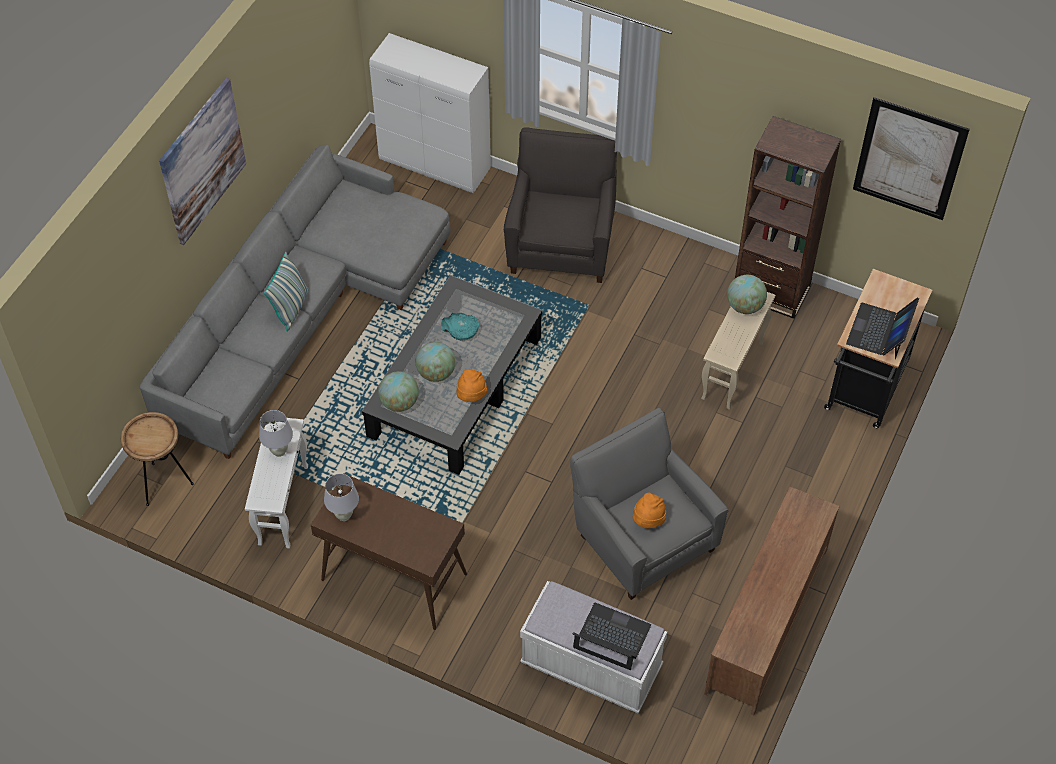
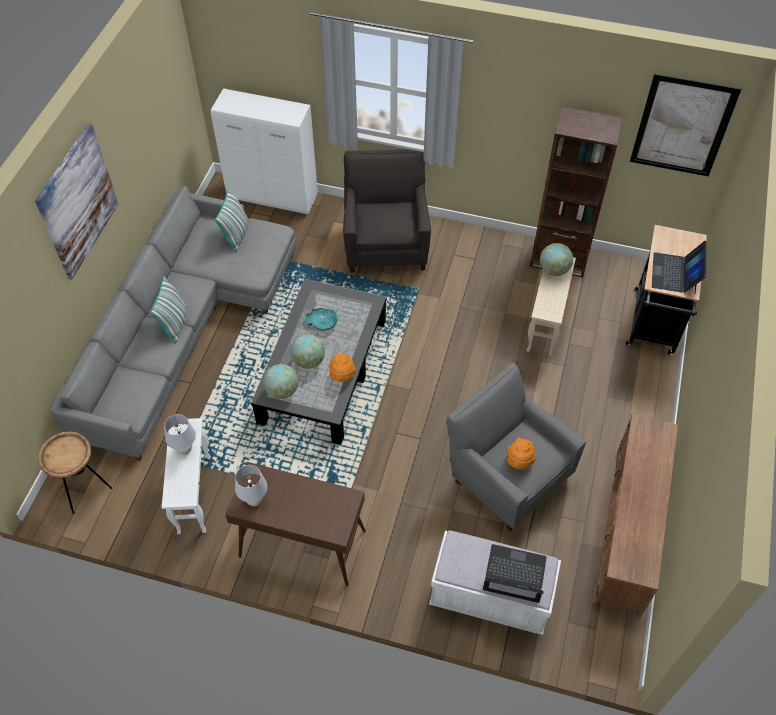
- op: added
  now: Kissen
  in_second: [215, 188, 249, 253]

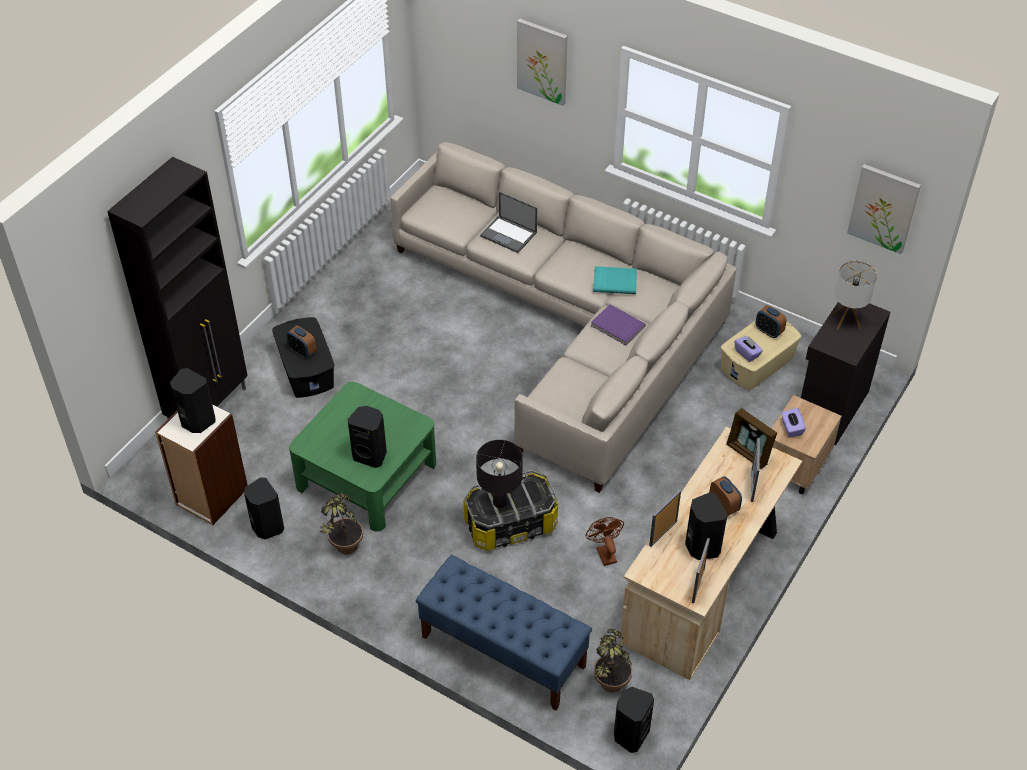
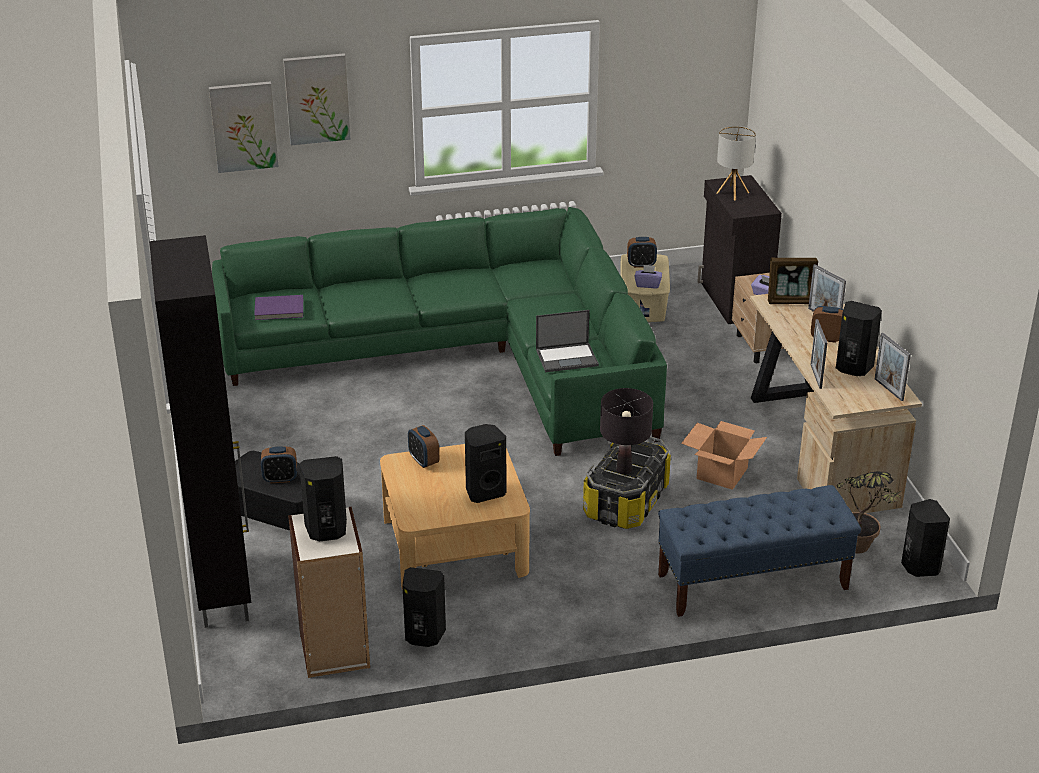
- op: recoloured
  was: Sofa (beige)
  now: Sofa (grün)
  in_first: [391, 142, 736, 493]
  in_second: [212, 207, 667, 456]
- op: moved
  was: Bild
  in_first: [847, 164, 921, 254]
  in_second: [209, 81, 279, 173]
- op: moved
  was: Laptop
  in_first: [480, 192, 537, 253]
  in_second: [536, 310, 599, 372]
- op: removed
  was: Buch (türkis)
  in_first: [593, 266, 637, 294]
- op: moved
  was: Buch (lila)
  in_first: [591, 304, 646, 345]
  in_second: [254, 295, 303, 320]
- op: recoloured
  was: Couchtisch (grün)
  now: Couchtisch (beige)
  in_first: [289, 382, 436, 532]
  in_second: [380, 444, 530, 590]
- op: removed
  was: Topfpflanze
  in_first: [320, 493, 363, 554]
- op: replaced
  was: Ventilator (braun)
  now: Karton
  in_first: [586, 517, 624, 566]
  in_second: [681, 421, 767, 490]
- op: added
  now: Wecker
  in_second: [408, 425, 439, 468]

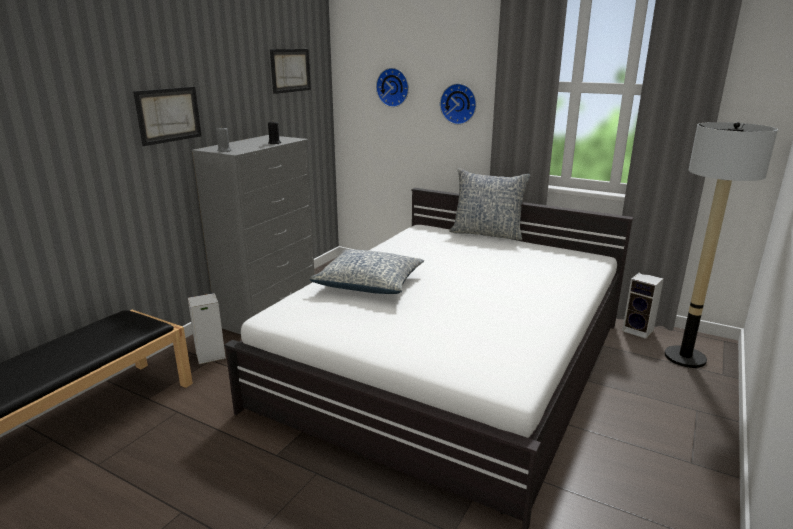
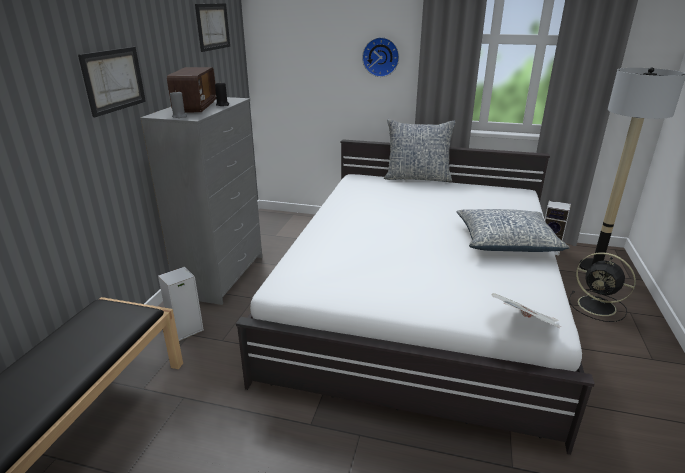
- op: removed
  was: Wanduhr
  in_first: [376, 68, 409, 107]
- op: moved
  was: Kissen
  in_first: [309, 250, 424, 294]
  in_second: [457, 209, 570, 252]
- op: added
  now: Radio
  in_second: [167, 67, 216, 112]
- op: added
  now: Ventilator (schwarz)
  in_second: [569, 252, 636, 322]
- op: added
  now: Zeitung
  in_second: [492, 293, 561, 328]

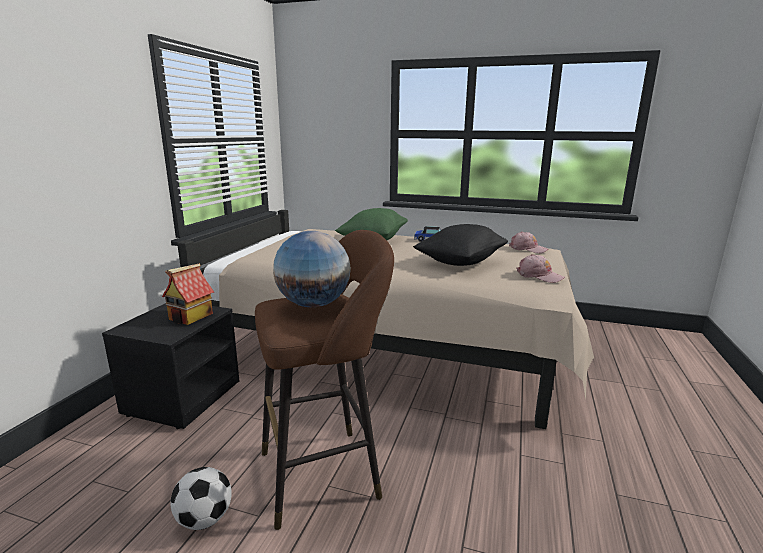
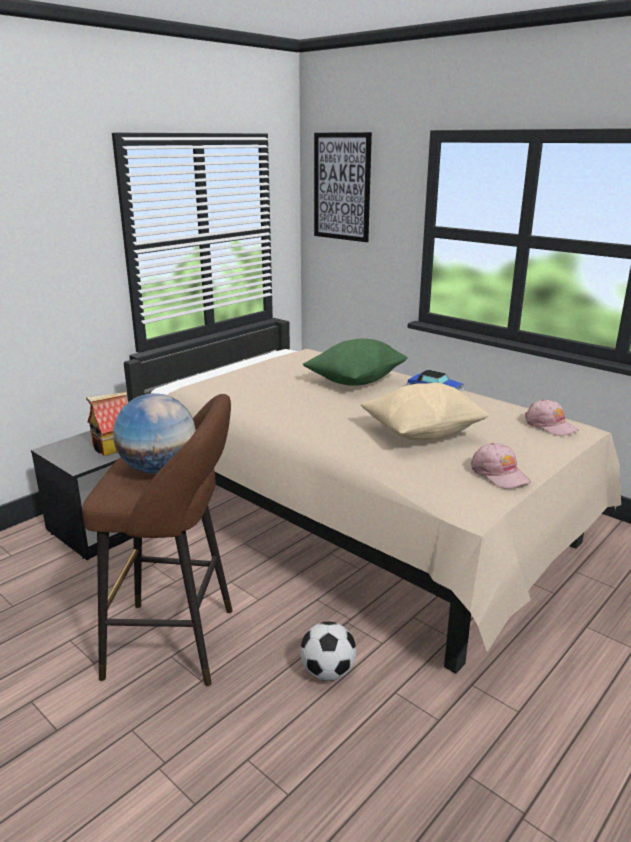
- op: recoloured
  was: Kissen (schwarz)
  now: Kissen (beige)
  in_first: [413, 224, 508, 266]
  in_second: [361, 383, 489, 441]
- op: moved
  was: Fußball
  in_first: [170, 467, 232, 530]
  in_second: [300, 622, 356, 681]
- op: added
  now: Bild
  in_second: [314, 132, 372, 242]

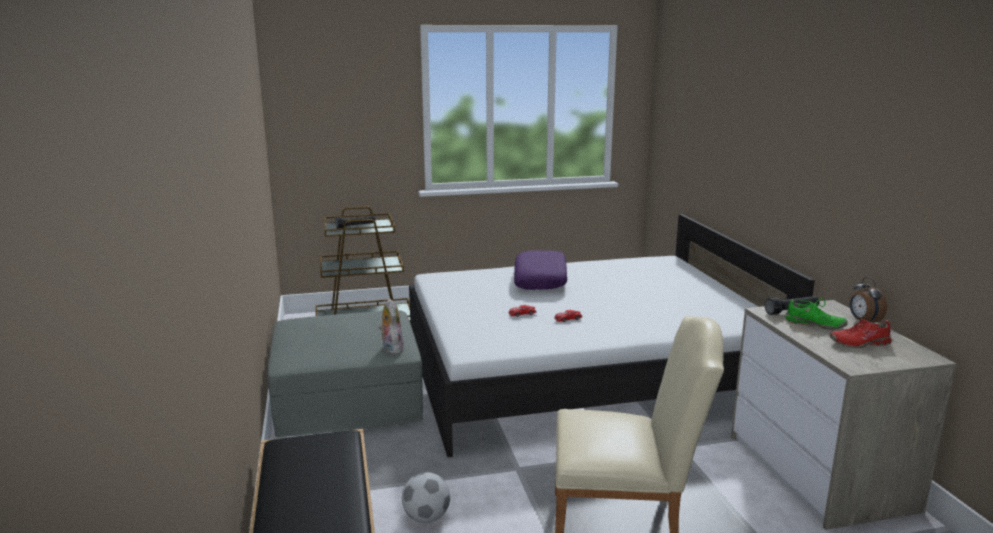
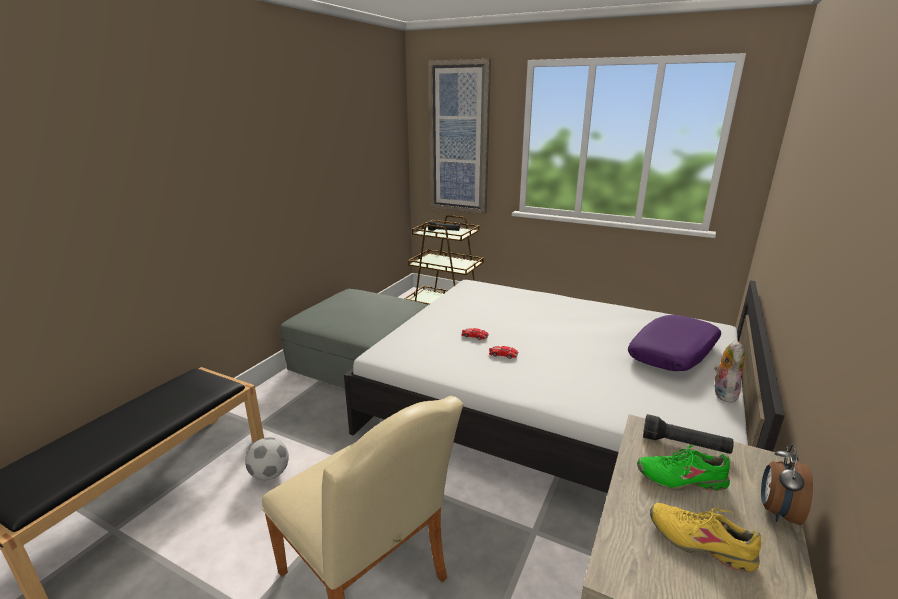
- op: moved
  was: Kissen (lila)
  in_first: [514, 250, 567, 290]
  in_second: [628, 315, 721, 371]
- op: moved
  was: Plüschtier
  in_first: [379, 298, 404, 354]
  in_second: [714, 340, 745, 403]
- op: turned
  was: Schuh (grün)
  in_first: [785, 298, 848, 329]
  in_second: [637, 445, 730, 491]
  clockwise: 120
- op: recoloured
  was: Schuh (rot)
  now: Schuh (gelb)
  in_first: [830, 319, 892, 348]
  in_second: [650, 503, 761, 572]
- op: added
  now: Bild
  in_second: [428, 59, 491, 214]

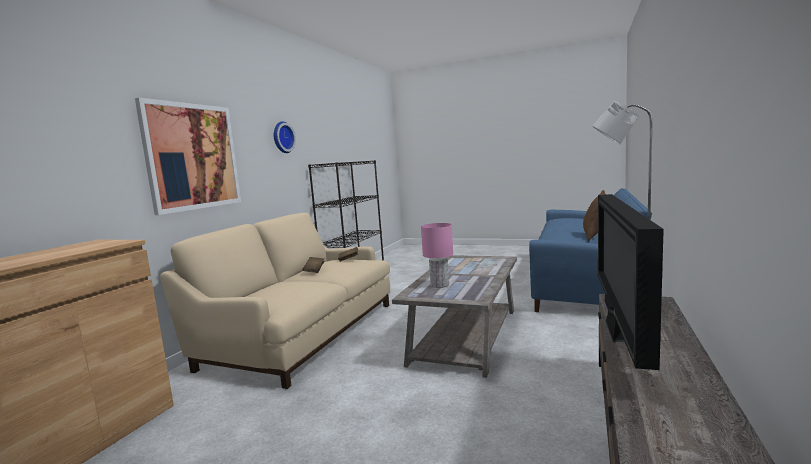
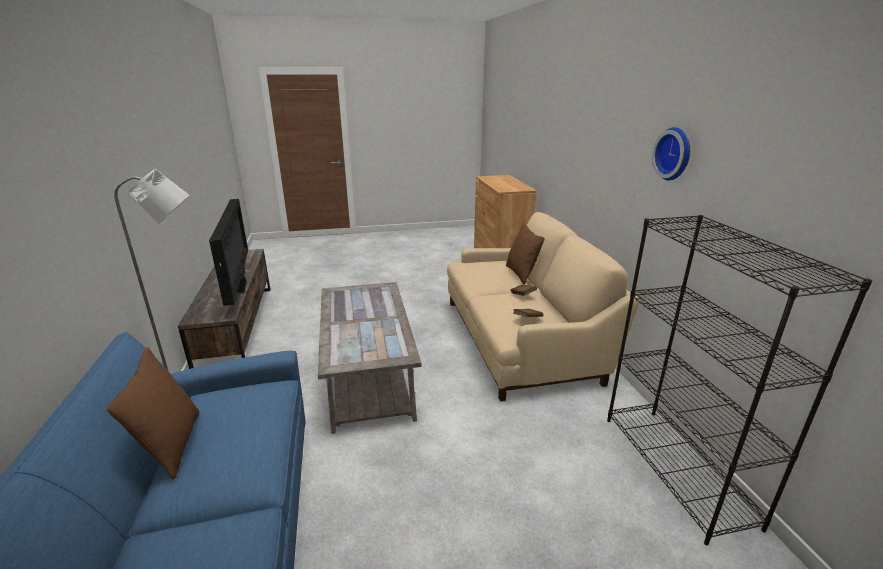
- op: removed
  was: Bild
  in_first: [135, 98, 241, 215]
- op: removed
  was: Tischlampe (rosa)
  in_first: [421, 223, 453, 288]
- op: added
  now: Kissen (braun)
  in_second: [506, 223, 545, 284]

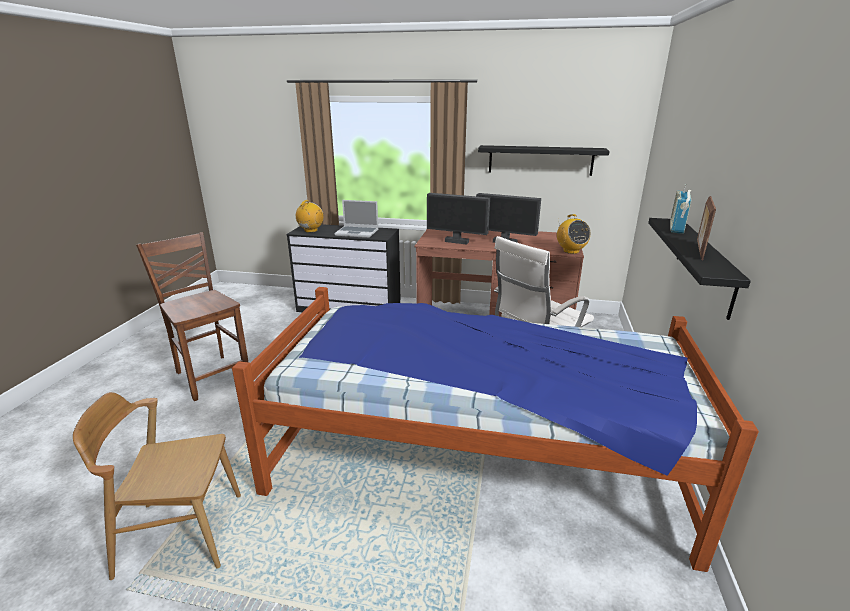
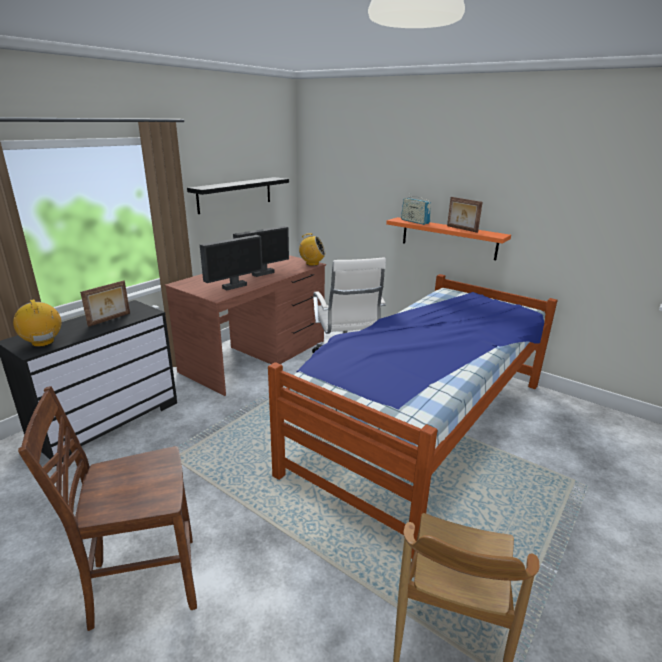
- op: replaced
  was: Laptop
  now: Bilderrahmen
  in_first: [334, 200, 378, 238]
  in_second: [80, 281, 130, 327]
- op: recoloured
  was: Wandregal (schwarz)
  now: Wandregal (orange)
  in_first: [648, 218, 751, 320]
  in_second: [386, 217, 511, 260]

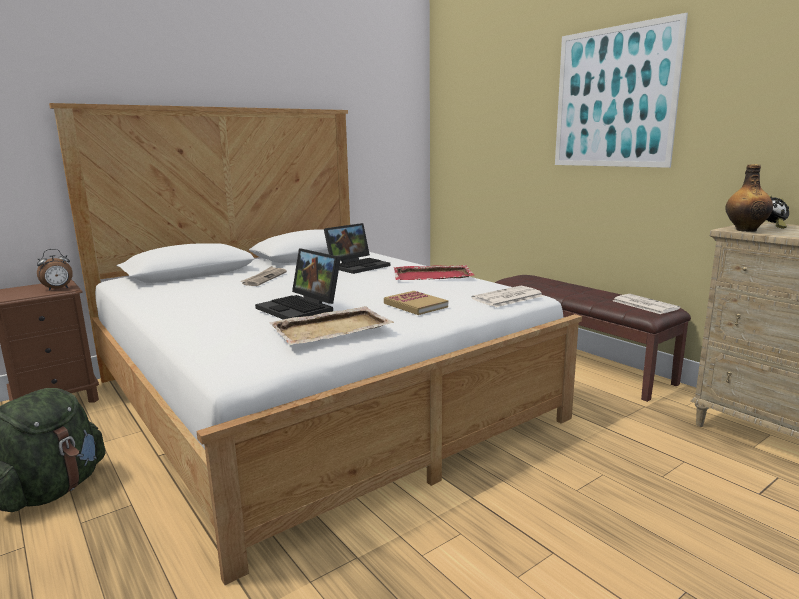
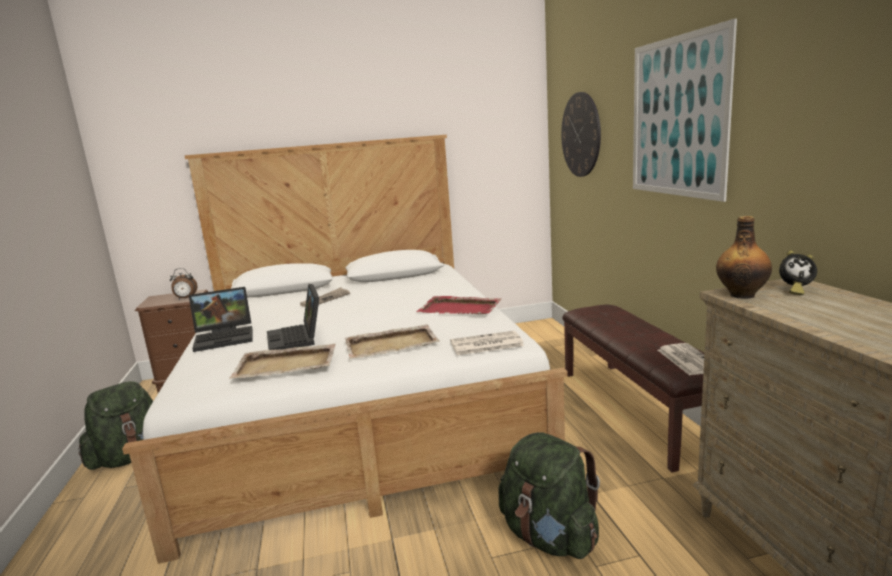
- op: moved
  was: Laptop
  in_first: [324, 223, 390, 274]
  in_second: [189, 287, 253, 352]
- op: replaced
  was: Buch
  now: Tablett (beige)
  in_first: [384, 291, 448, 315]
  in_second: [345, 324, 440, 359]
- op: added
  now: Wanduhr
  in_second: [561, 92, 601, 177]
- op: added
  now: Rucksack (grün)
  in_second: [498, 432, 600, 559]

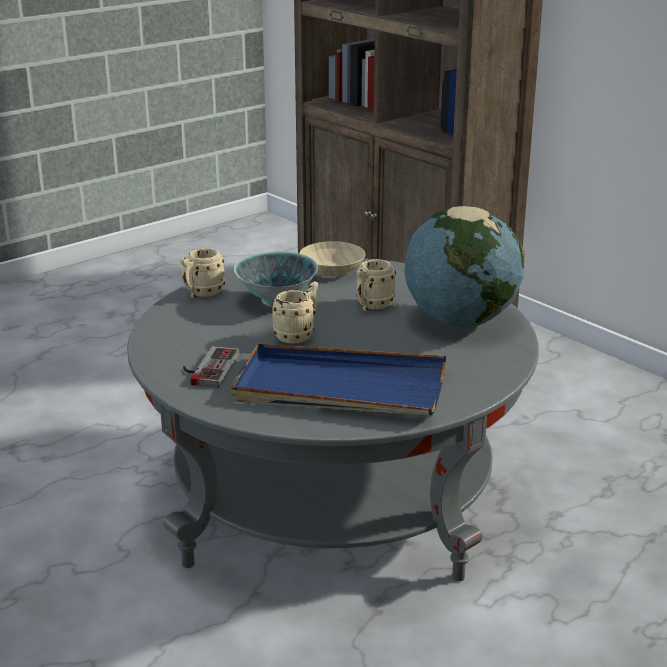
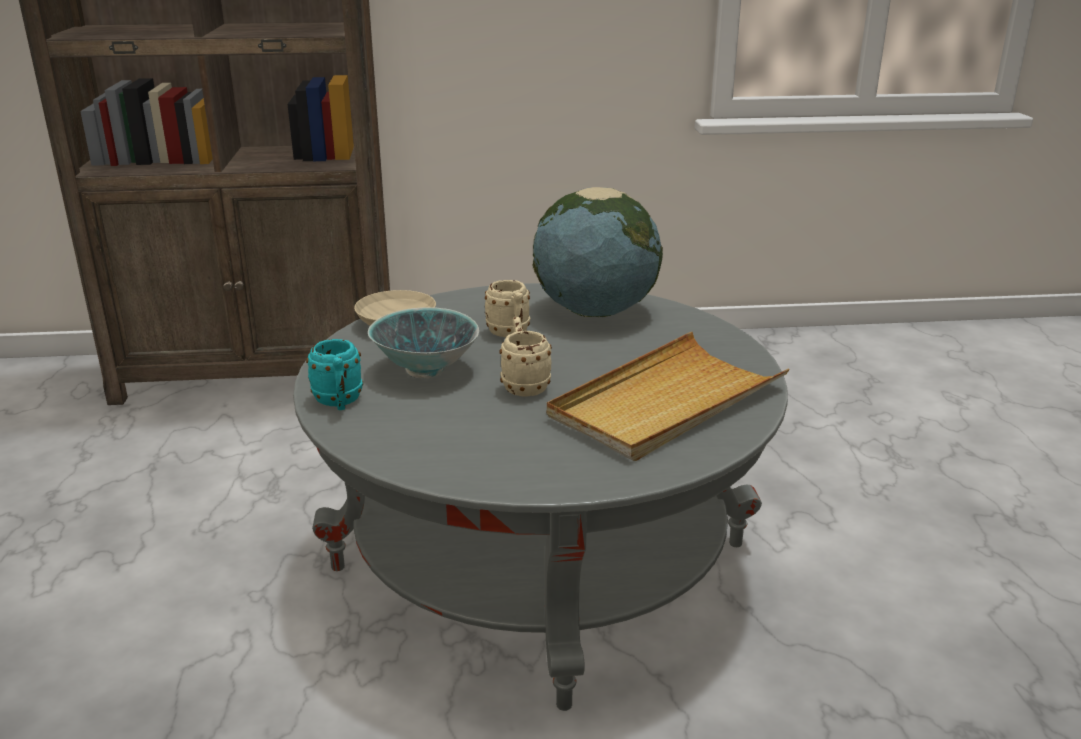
- op: recoloured
  was: Henkelbecher (beige)
  now: Henkelbecher (türkis)
  in_first: [180, 248, 225, 298]
  in_second: [306, 339, 363, 410]
- op: recoloured
  was: Tablett (blau)
  now: Tablett (beige)
  in_first: [231, 344, 446, 415]
  in_second: [547, 332, 790, 461]
- op: removed
  was: Gamepad
  in_first: [183, 346, 239, 388]

